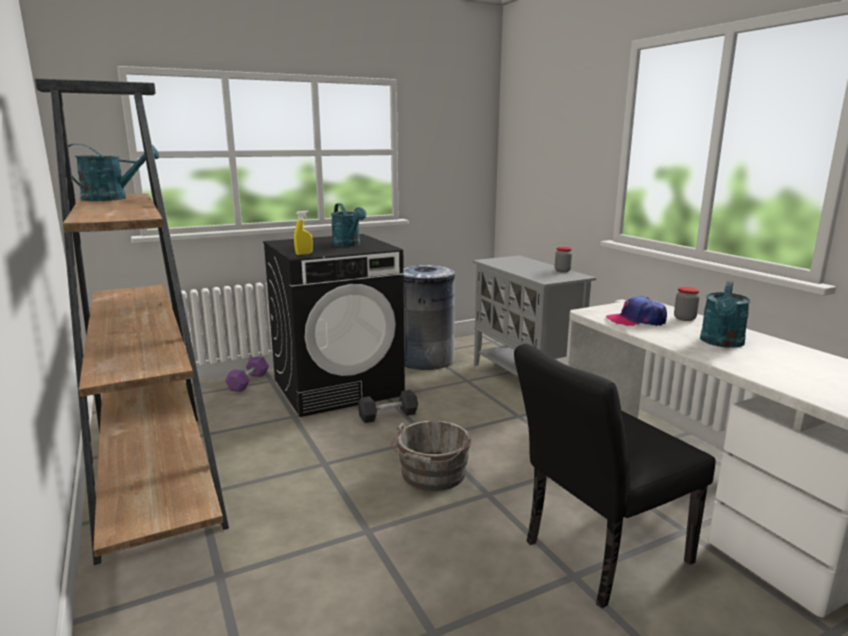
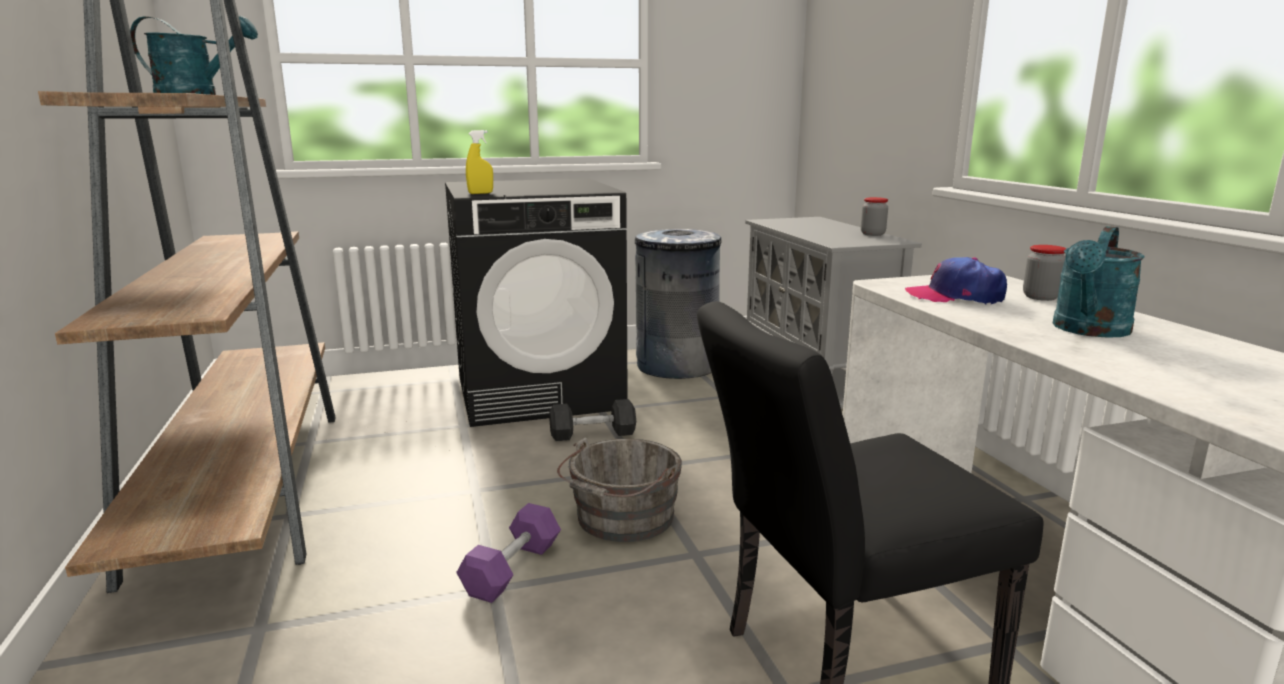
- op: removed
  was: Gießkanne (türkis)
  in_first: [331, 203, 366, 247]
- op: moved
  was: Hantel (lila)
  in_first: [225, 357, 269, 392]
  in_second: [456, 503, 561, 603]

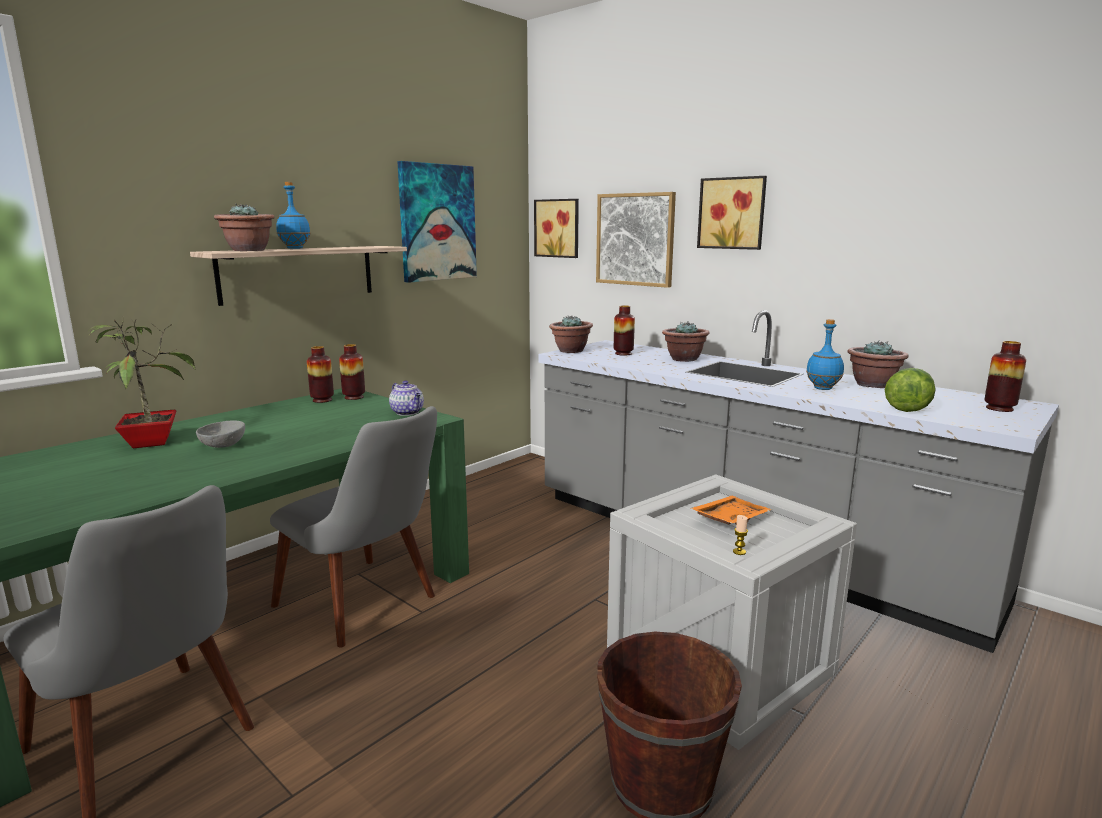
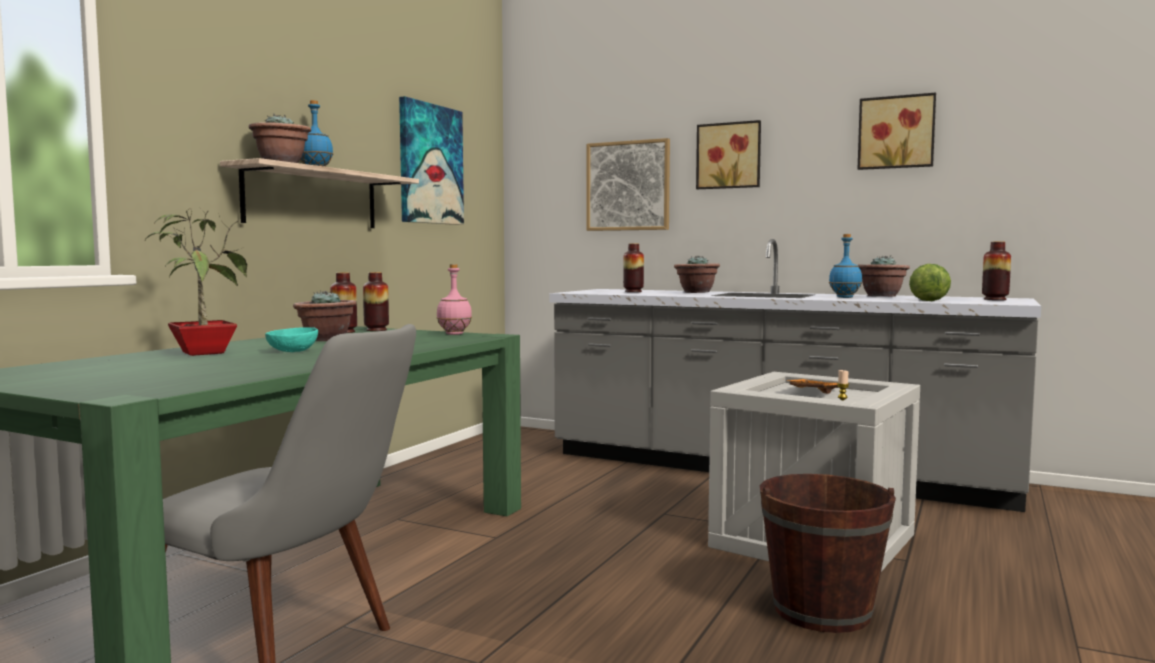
- op: moved
  was: Bild
  in_first: [534, 199, 579, 258]
  in_second: [858, 92, 936, 170]
- op: moved
  was: Topfpflanze
  in_first: [549, 316, 593, 353]
  in_second: [293, 290, 356, 341]
- op: replaced
  was: Teekanne
  now: Flasche (rosa)
  in_first: [389, 380, 424, 416]
  in_second: [437, 264, 472, 335]
- op: removed
  was: Stuhl (grau)
  in_first: [270, 406, 437, 648]
- op: recoloured
  was: Schüssel (grau)
  now: Schüssel (türkis)
  in_first: [196, 420, 245, 448]
  in_second: [265, 327, 318, 352]

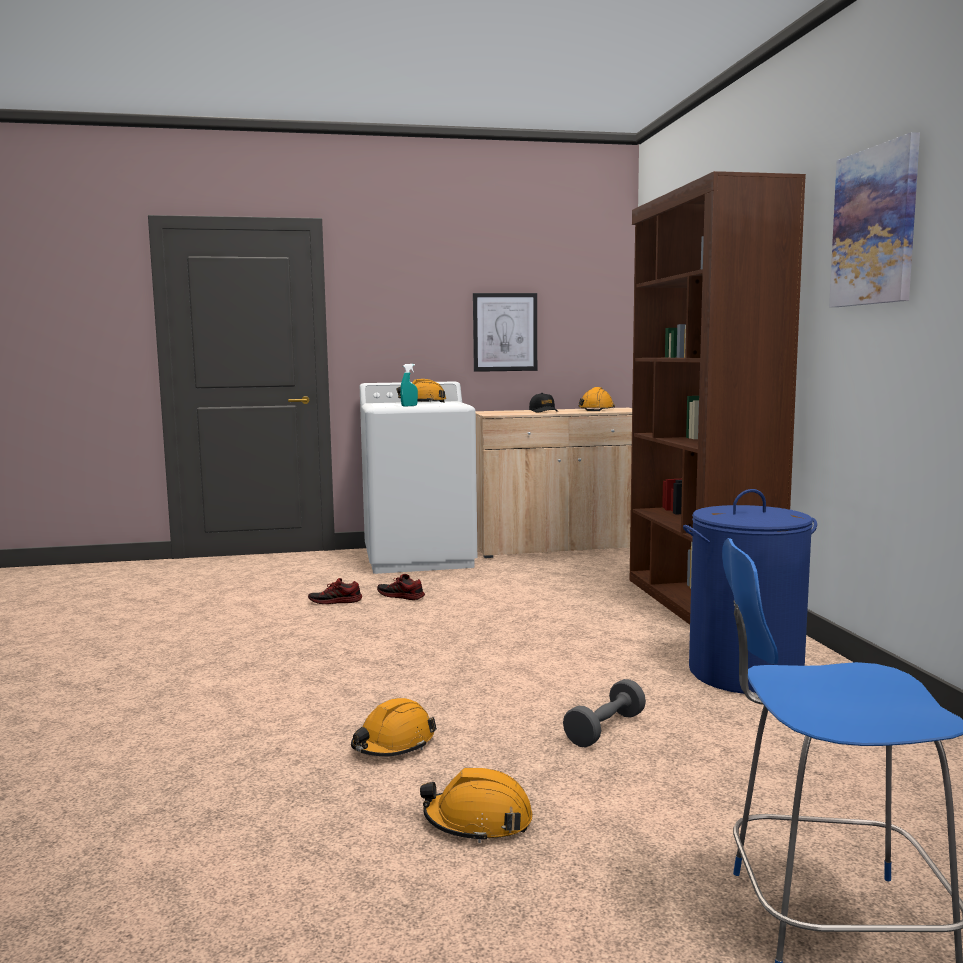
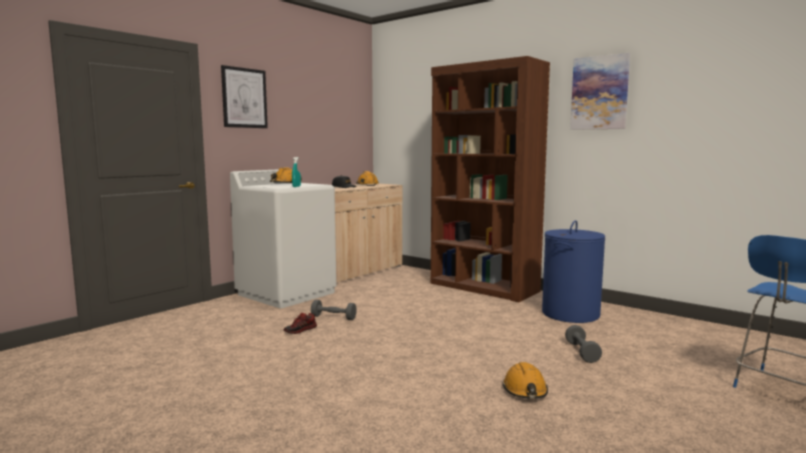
- op: moved
  was: Bild
  in_first: [473, 293, 537, 372]
  in_second: [221, 65, 268, 128]
- op: replaced
  was: Schuh
  now: Hantel (grau)
  in_first: [377, 574, 425, 600]
  in_second: [311, 300, 357, 320]
- op: removed
  was: Schutzhelm (orange)
  in_first: [420, 768, 533, 843]

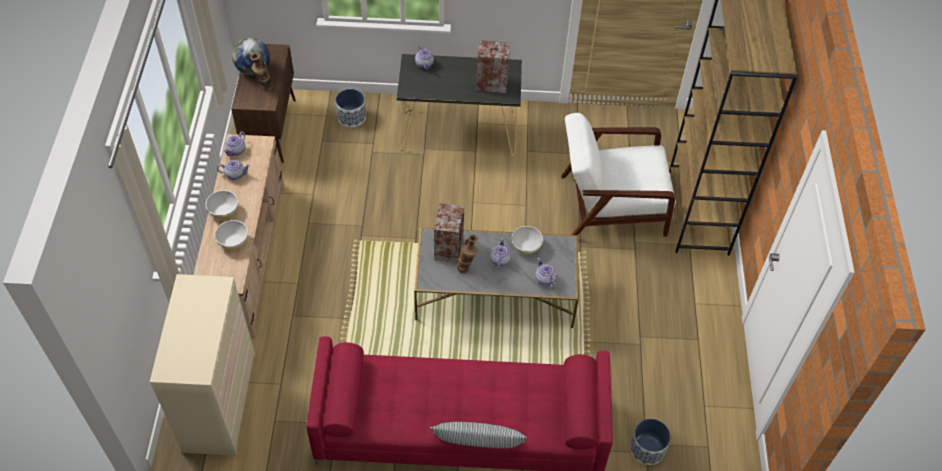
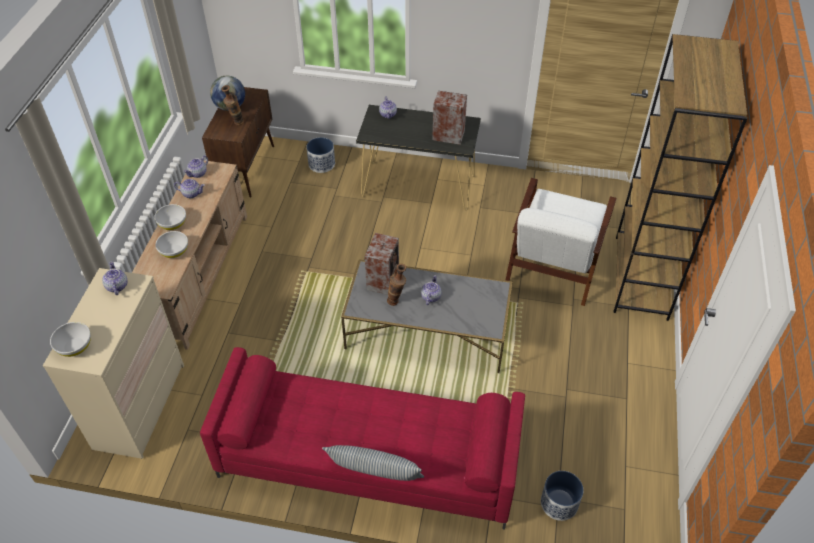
- op: turned
  was: Sessel (weiß)
  in_first: [561, 113, 676, 237]
  in_second: [506, 178, 616, 306]
  clockwise: -75
- op: moved
  was: Schüssel (weiß)
  in_first: [511, 226, 543, 254]
  in_second: [50, 322, 91, 357]
- op: moved
  was: Teekanne
  in_first: [535, 258, 556, 288]
  in_second: [102, 261, 128, 295]

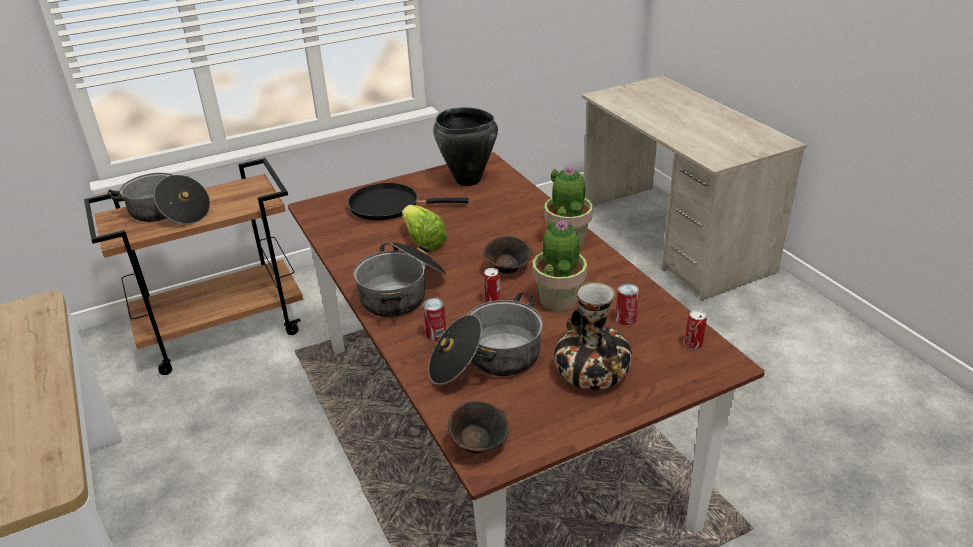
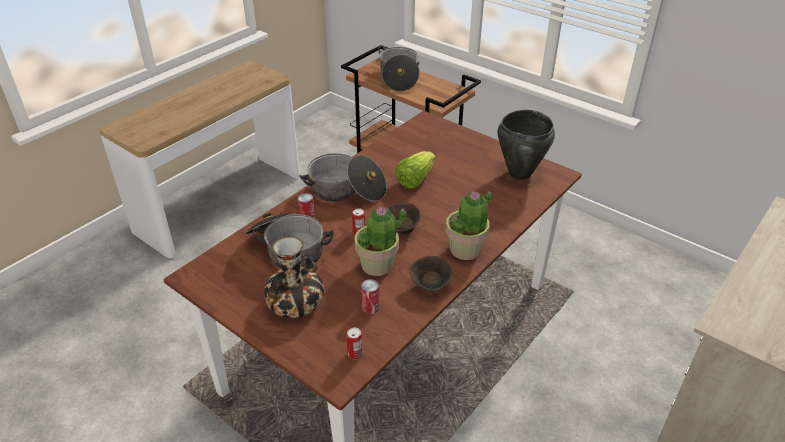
- op: removed
  was: Pfanne (schwarz)
  in_first: [348, 183, 469, 220]
- op: moved
  was: Schüssel (braun)
  in_first: [448, 401, 509, 453]
  in_second: [409, 256, 452, 291]

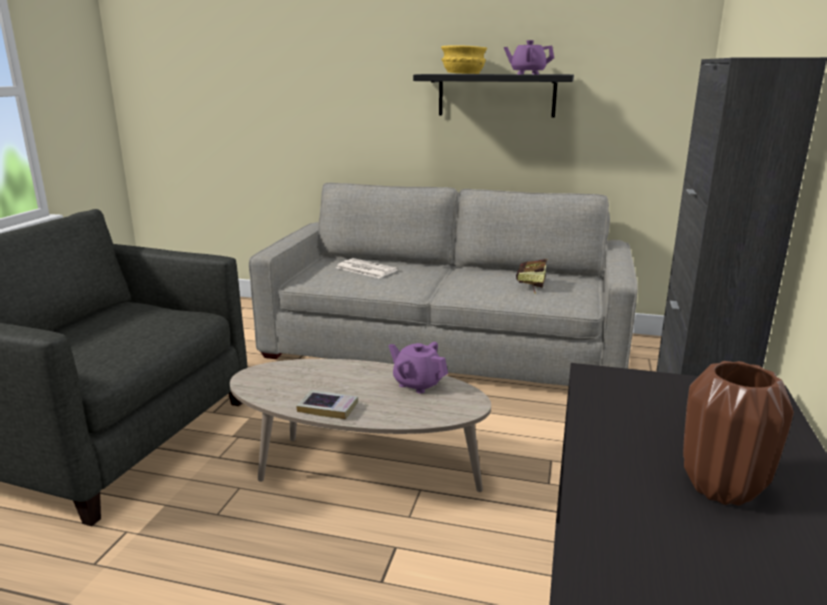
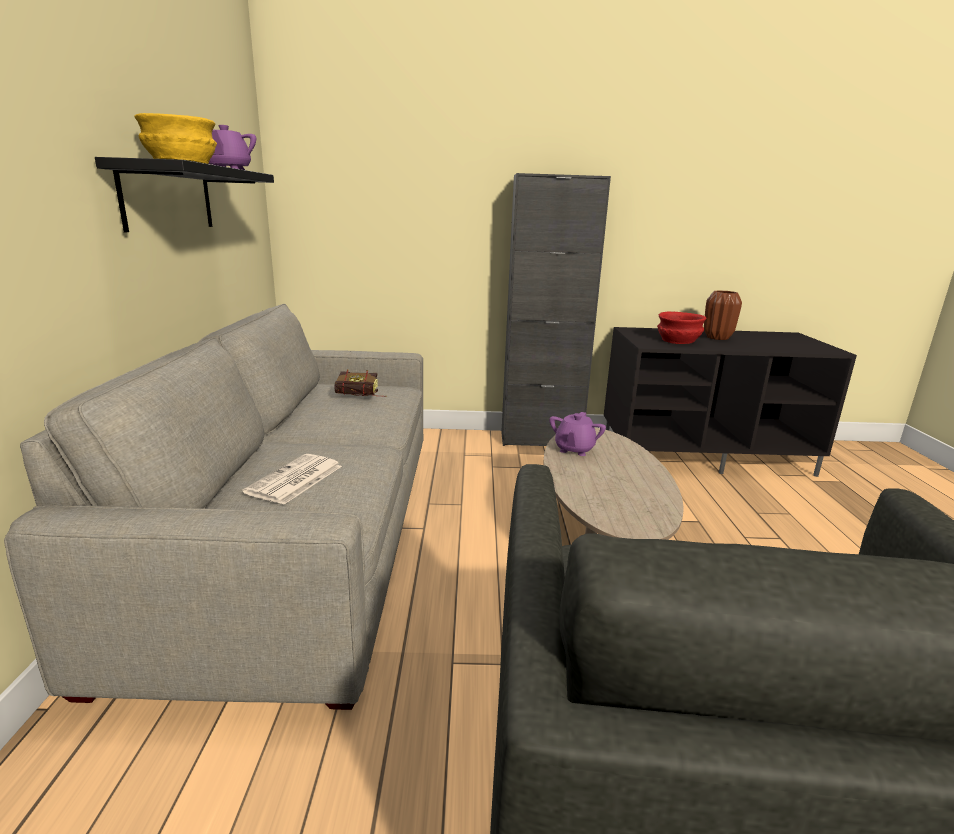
- op: removed
  was: Buch
  in_first: [296, 390, 358, 420]
- op: added
  now: Schüssel (rot)
  in_second: [657, 311, 706, 344]

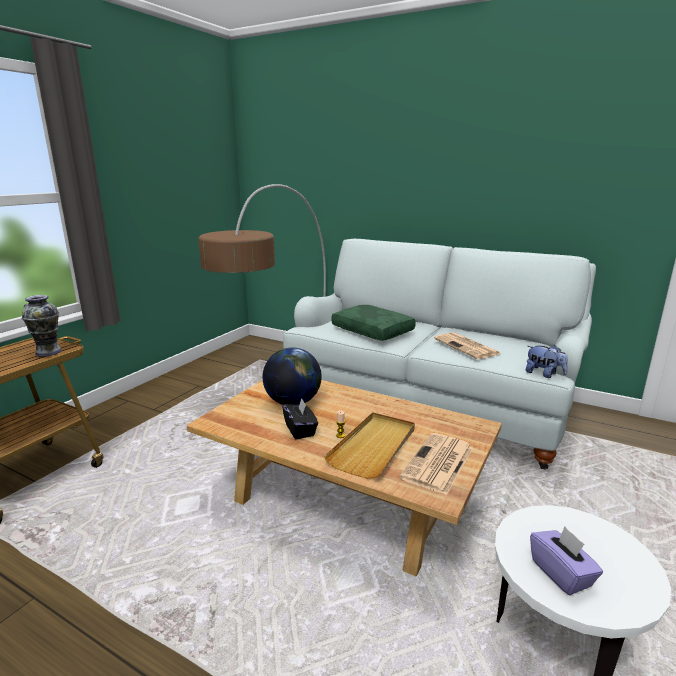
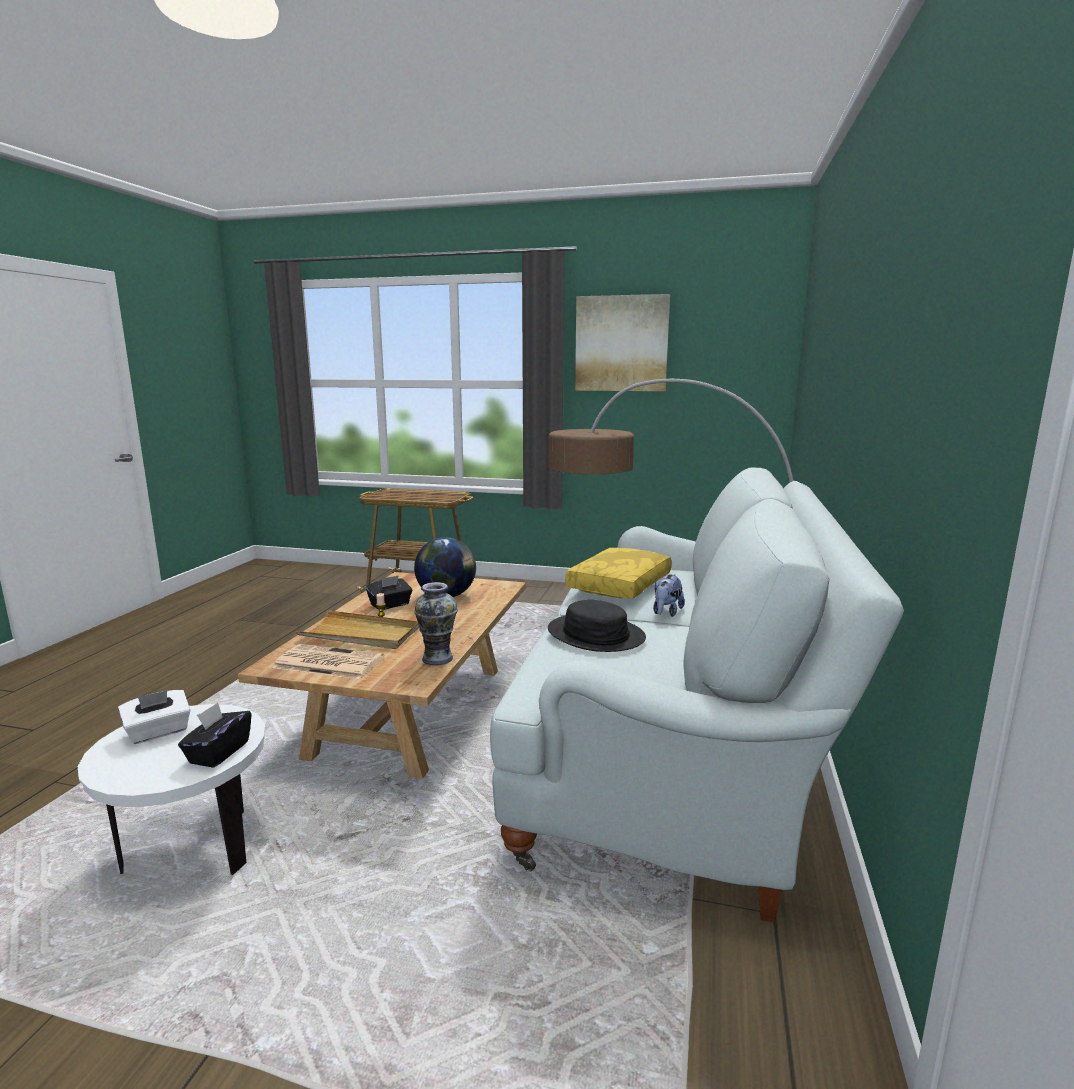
- op: moved
  was: Vase
  in_first: [22, 295, 62, 357]
  in_second: [414, 582, 458, 665]
- op: recoloured
  was: Kissen (grün)
  now: Kissen (gelb)
  in_first: [331, 305, 416, 341]
  in_second: [565, 548, 672, 599]
- op: replaced
  was: Zeitung
  now: Hut (schwarz)
  in_first: [434, 332, 500, 359]
  in_second: [548, 600, 646, 652]
- op: moved
  was: Plüschtier
  in_first: [526, 345, 568, 378]
  in_second: [653, 574, 685, 617]
- op: recoloured
  was: Taschentuchbox (lila)
  now: Taschentuchbox (weiß)
  in_first: [530, 527, 603, 596]
  in_second: [118, 690, 191, 744]
- op: added
  now: Bild
  in_second: [575, 294, 670, 391]
- op: added
  now: Taschentuchbox (schwarz)
  in_second: [178, 702, 252, 768]

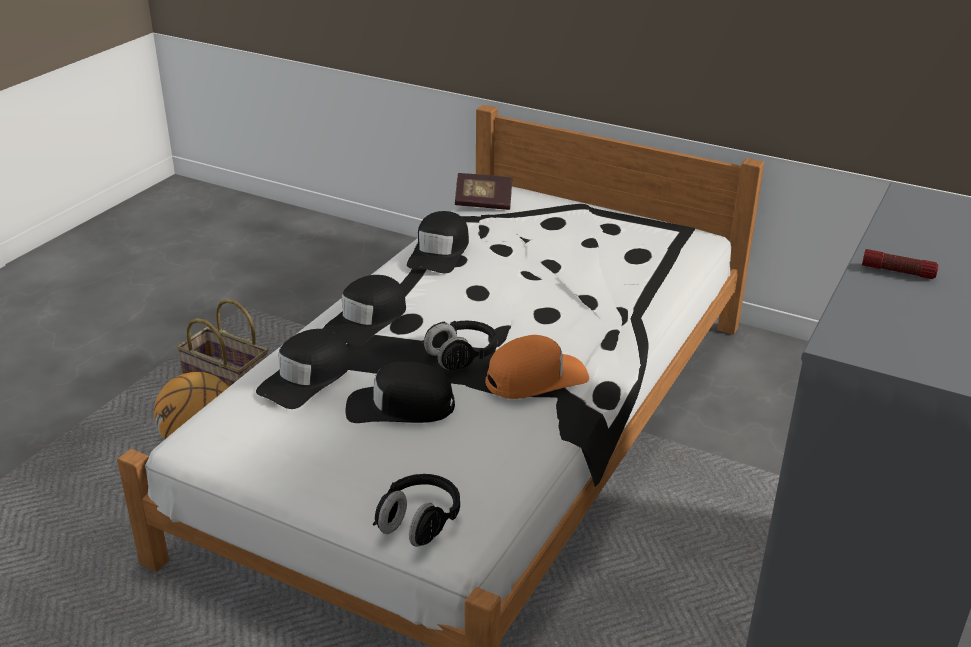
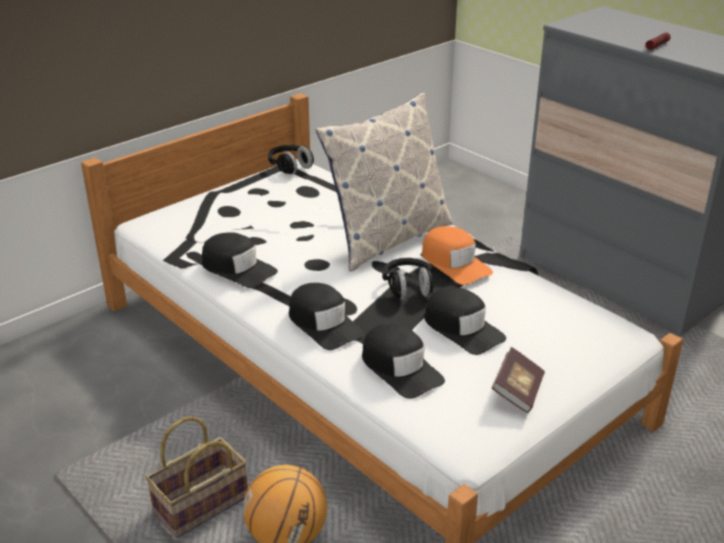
- op: moved
  was: Buch
  in_first: [455, 173, 512, 210]
  in_second: [492, 347, 545, 413]
- op: turned
  was: Kappe (orange)
  in_first: [485, 335, 589, 399]
  in_second: [422, 226, 493, 285]
  clockwise: 150
- op: turned
  was: Kappe (schwarz)
  in_first: [345, 362, 455, 423]
  in_second: [424, 287, 506, 355]
  clockwise: -60
- op: moved
  was: Kopfhörer (schwarz)
  in_first: [373, 474, 460, 547]
  in_second: [268, 145, 314, 174]
- op: added
  now: Kissen
  in_second: [315, 93, 453, 272]

